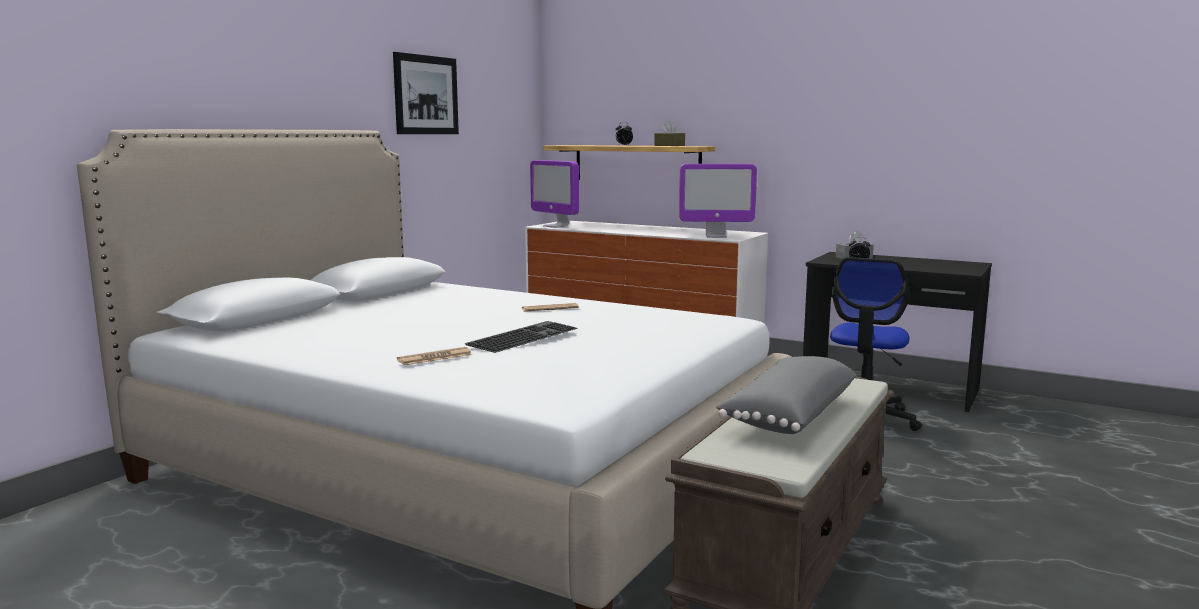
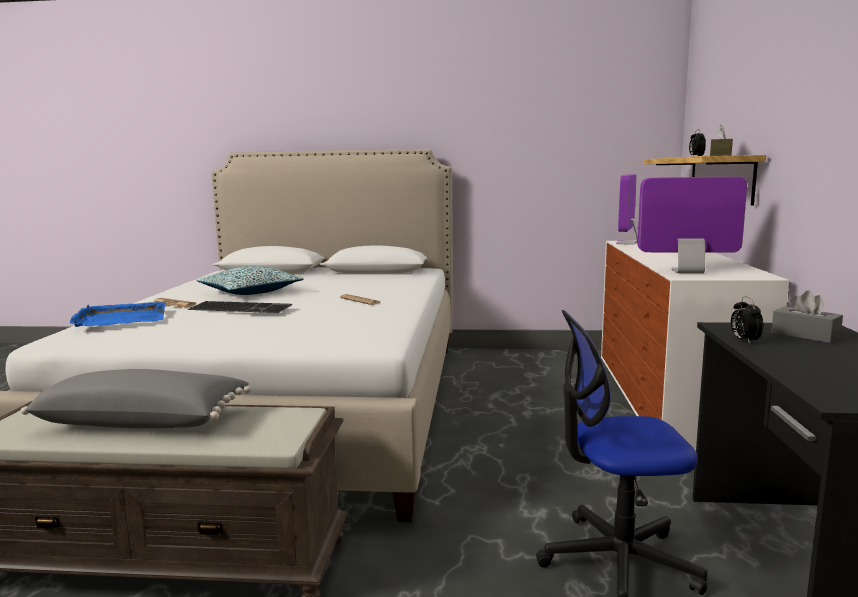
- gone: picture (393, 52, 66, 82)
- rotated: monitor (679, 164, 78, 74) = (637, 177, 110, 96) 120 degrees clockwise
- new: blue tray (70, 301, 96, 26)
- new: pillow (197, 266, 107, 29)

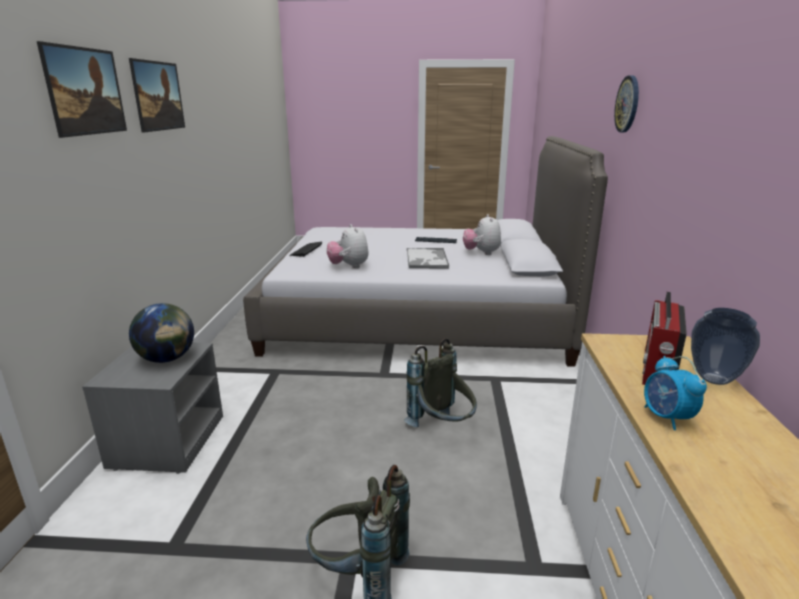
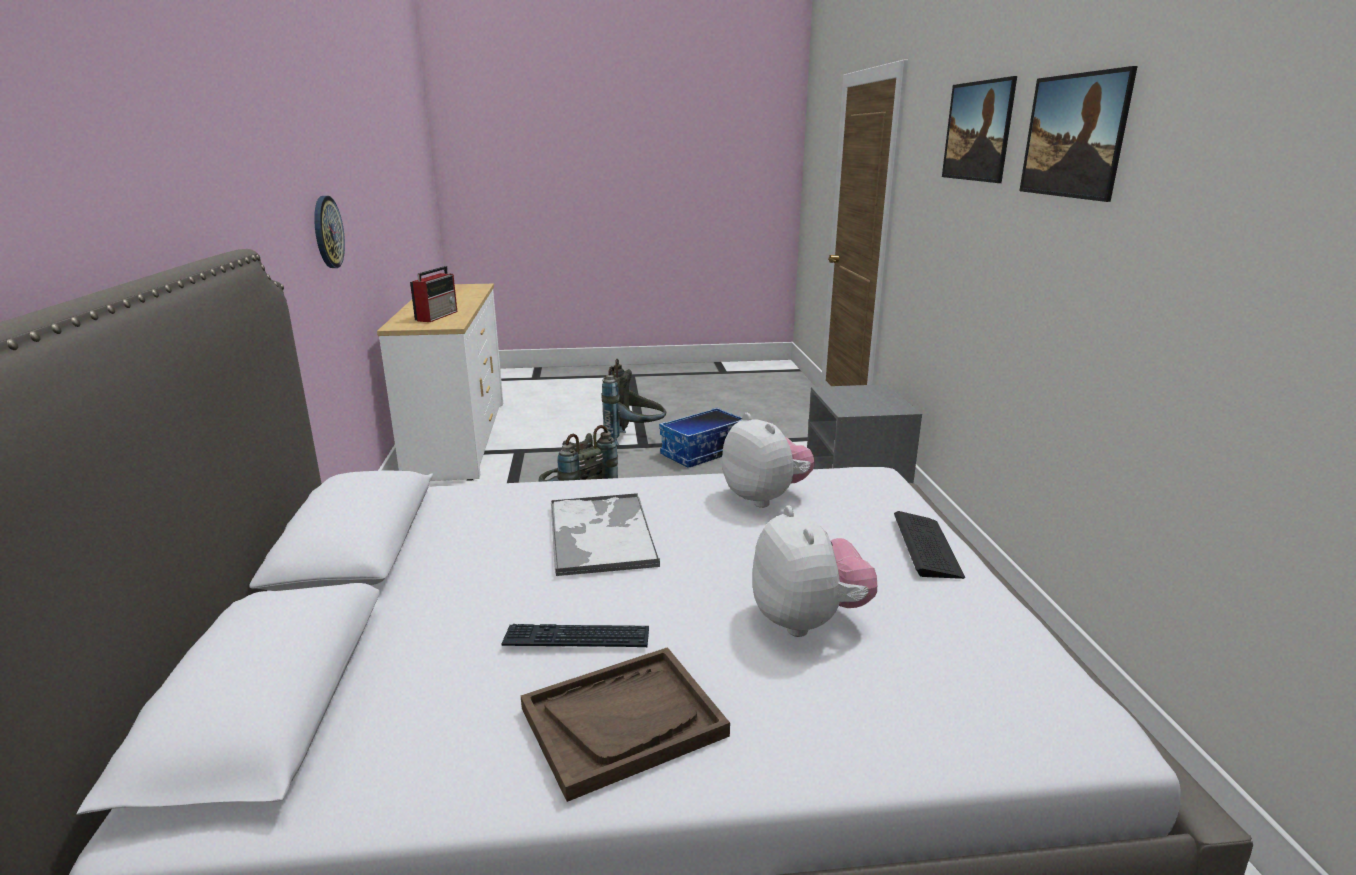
- gone: globe (129, 303, 65, 60)
- shifted: plush toy (463, 214, 38, 41) to (752, 505, 125, 132)
- shifted: wall clock (614, 75, 25, 57) to (314, 196, 31, 72)
- gone: alarm clock (644, 356, 63, 74)
- gone: vase (691, 308, 69, 77)
- new: brown tray (521, 647, 209, 155)
- new: storage box (659, 408, 83, 59)

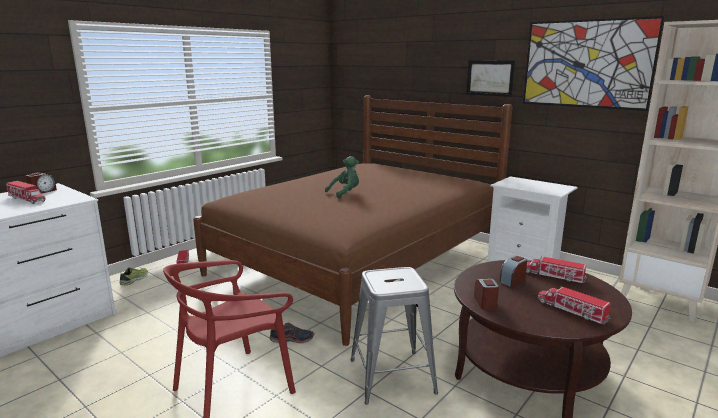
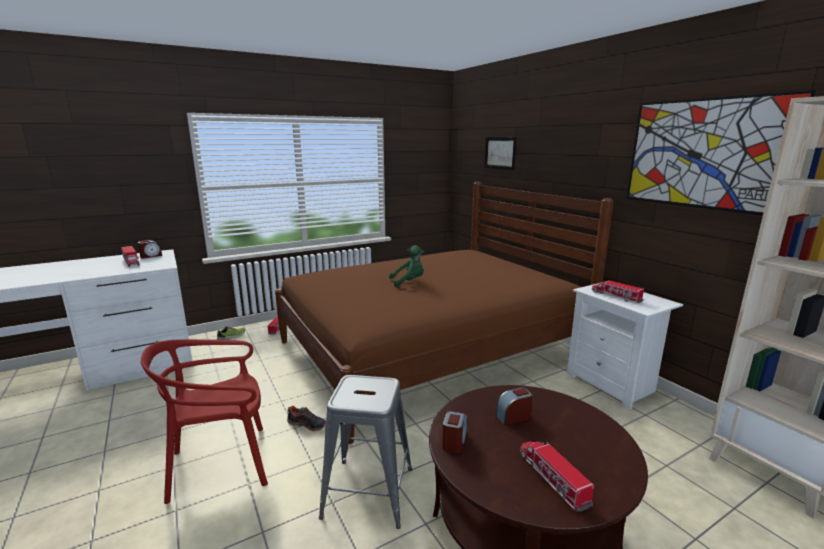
- shifted: picture (466, 60, 49, 37) to (484, 137, 32, 33)
- shifted: toy truck (526, 256, 61, 27) to (592, 280, 52, 23)

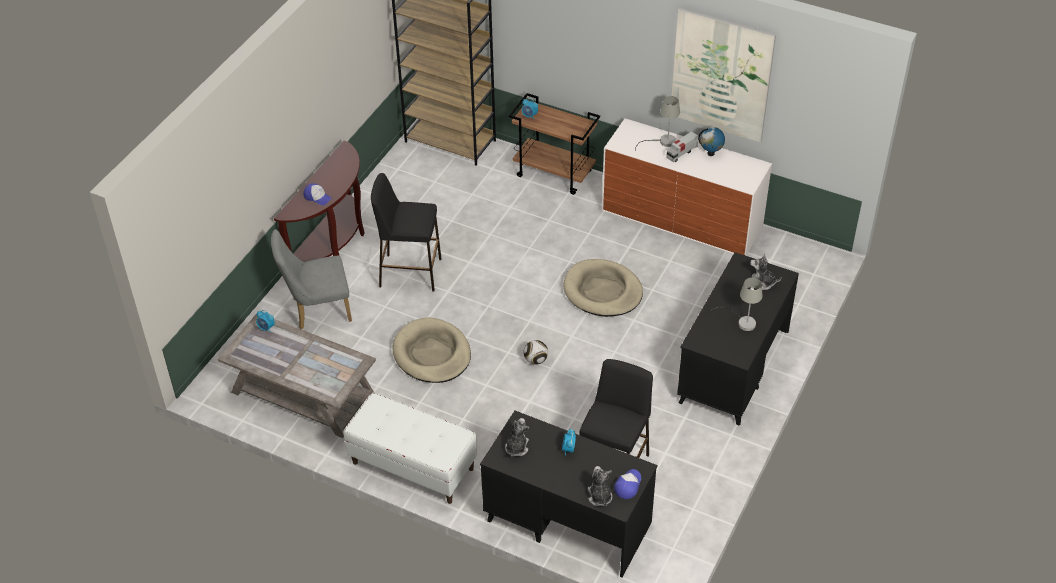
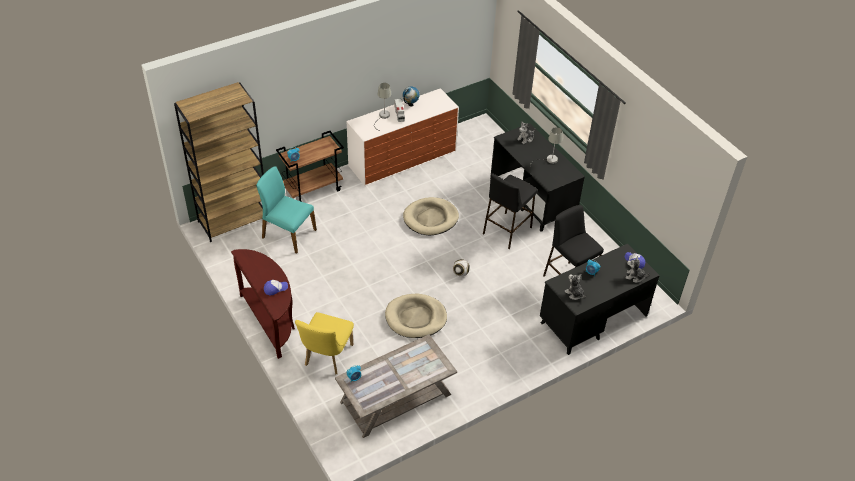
- repainted: grey chair (271, 229, 81, 100) to yellow chair (295, 312, 59, 62)
- gone: white bench (344, 393, 133, 111)
- shifted: black stool (371, 173, 71, 118) to (483, 173, 54, 76)
- gone: picture (671, 8, 105, 135)
- new: turquoise chair (256, 166, 61, 88)

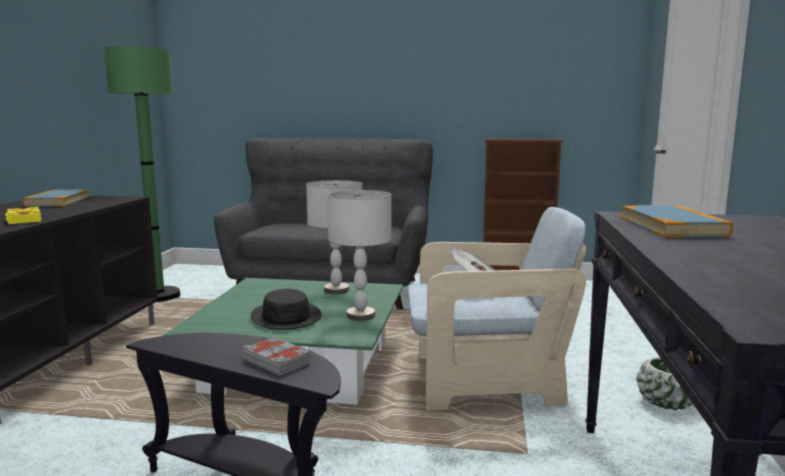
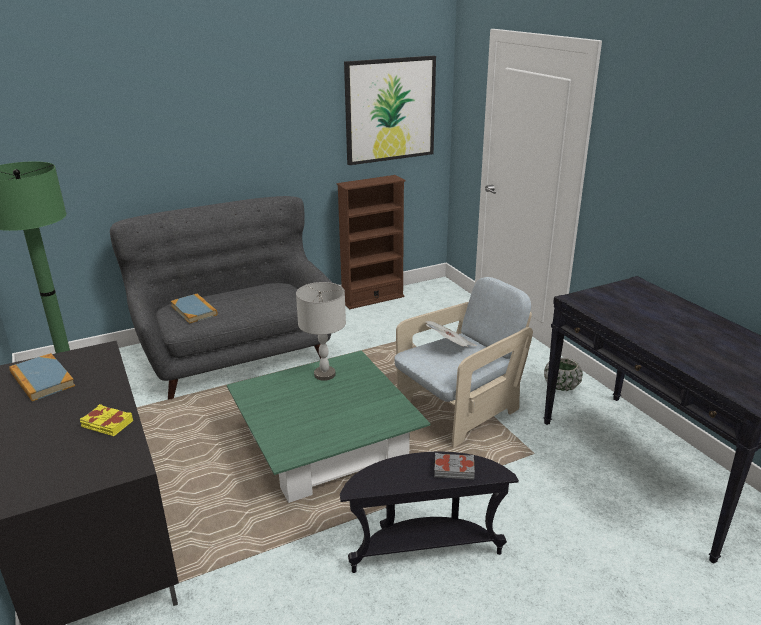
- gone: black hat (251, 289, 71, 41)
- gone: grey table lamp (327, 190, 65, 131)
- shifted: book (621, 205, 112, 32) to (171, 294, 46, 30)
- new: picture (344, 56, 92, 109)

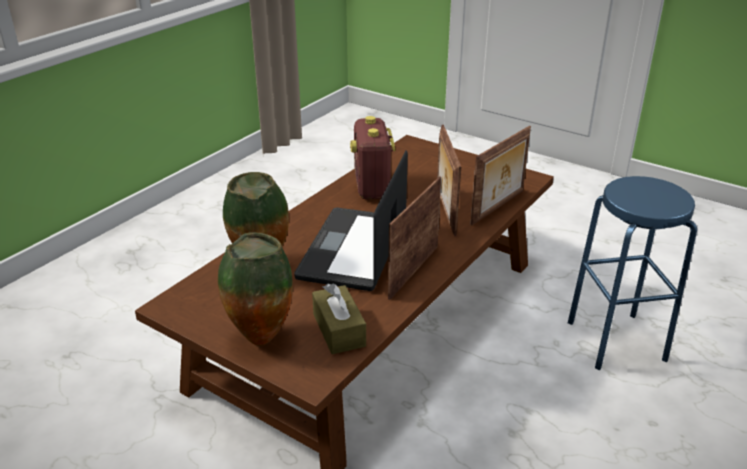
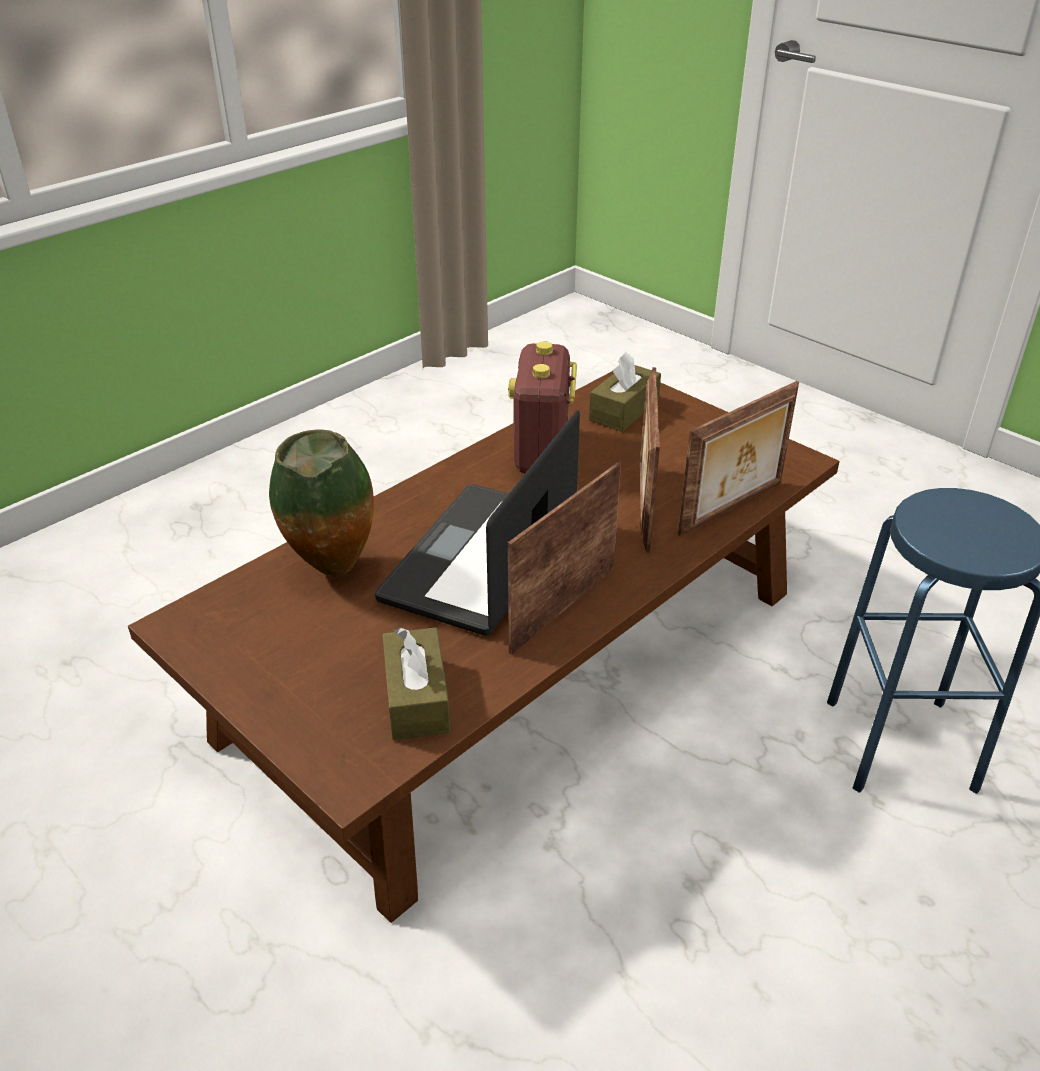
- gone: vase (218, 232, 75, 114)
- new: brown tissue box (589, 353, 72, 79)

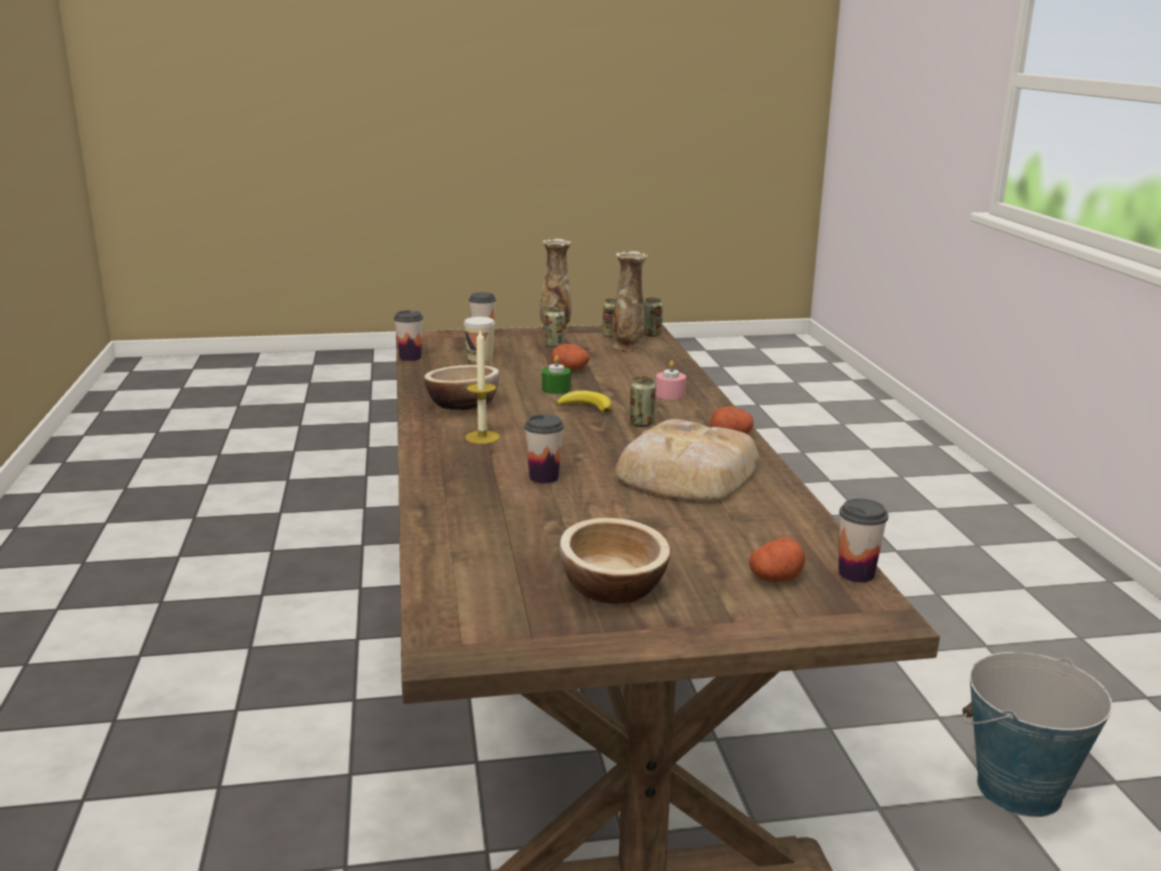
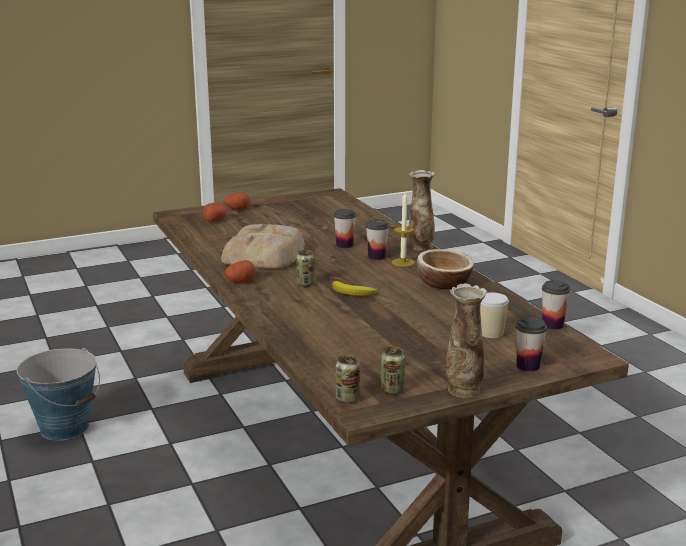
- gone: green candle (542, 355, 29, 39)
- gone: can (545, 307, 20, 41)
- shifted: potato (551, 344, 39, 26) to (224, 193, 27, 17)
- gone: bowl (560, 518, 110, 86)
- shifted: vase (612, 251, 36, 100) to (409, 170, 26, 81)
- gone: pink candle (656, 360, 30, 40)
- shifted: cup (839, 498, 49, 85) to (366, 219, 23, 41)

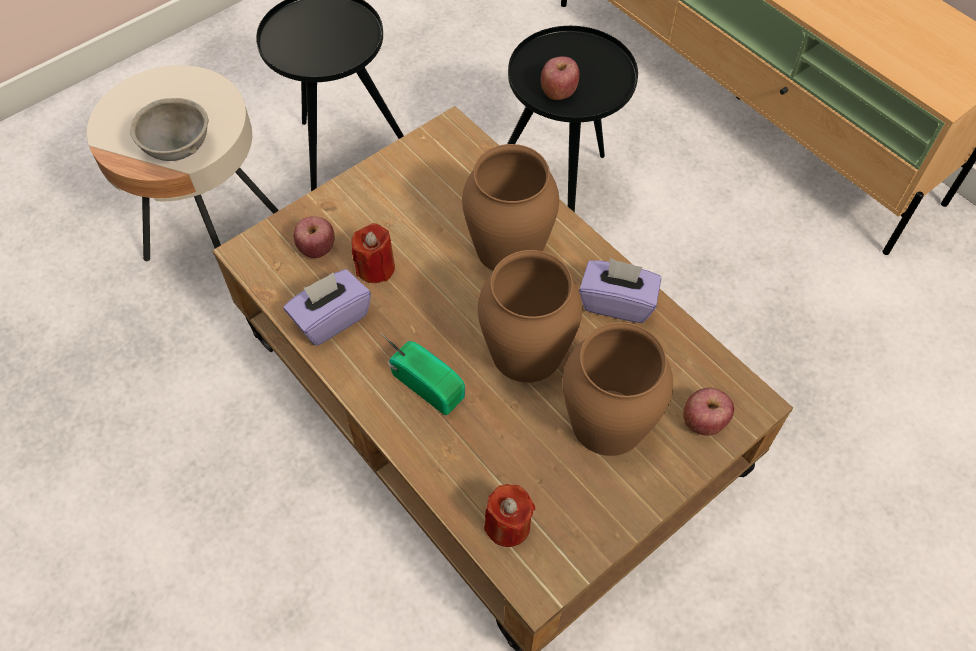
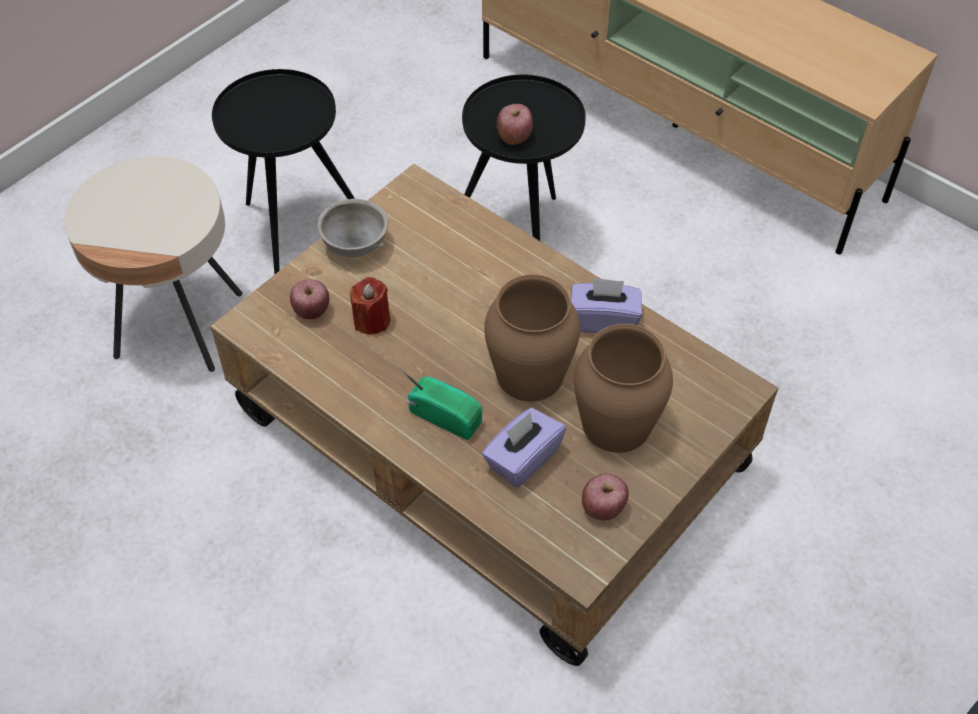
- shifted: grey bowl (130, 98, 78, 63) to (318, 199, 70, 58)
- shifted: purple tissue box (284, 269, 87, 77) to (482, 408, 84, 79)
- gone: brown vase (462, 144, 97, 127)
- gone: red candle (484, 484, 51, 63)
- shifted: apple (683, 388, 51, 48) to (582, 474, 47, 46)

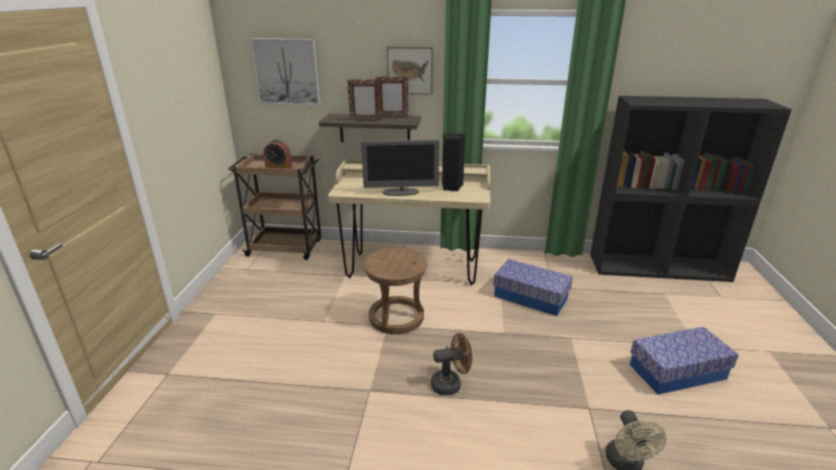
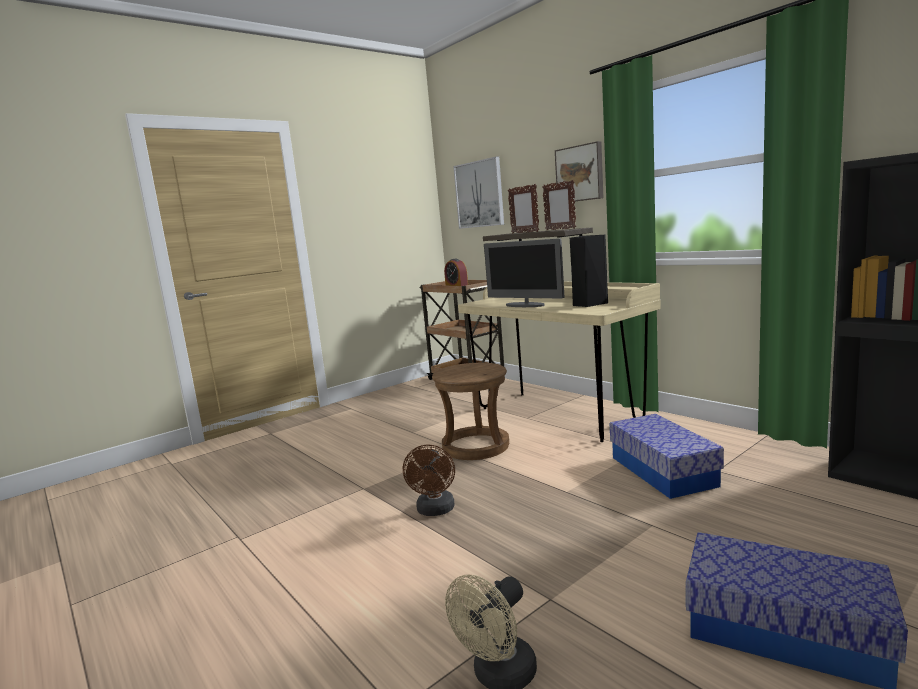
- rotated: brown fan (431, 333, 41, 62) = (403, 445, 52, 71) 60 degrees clockwise

